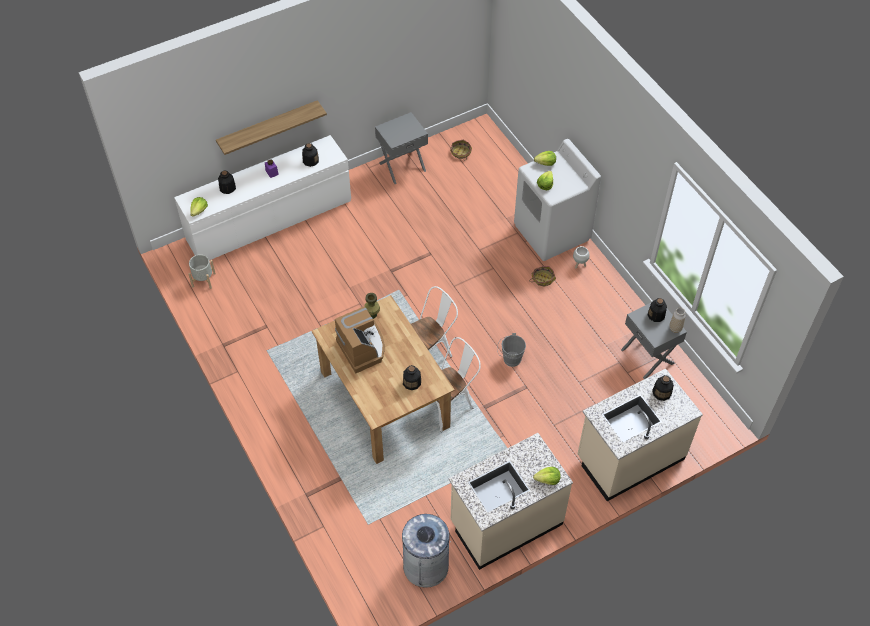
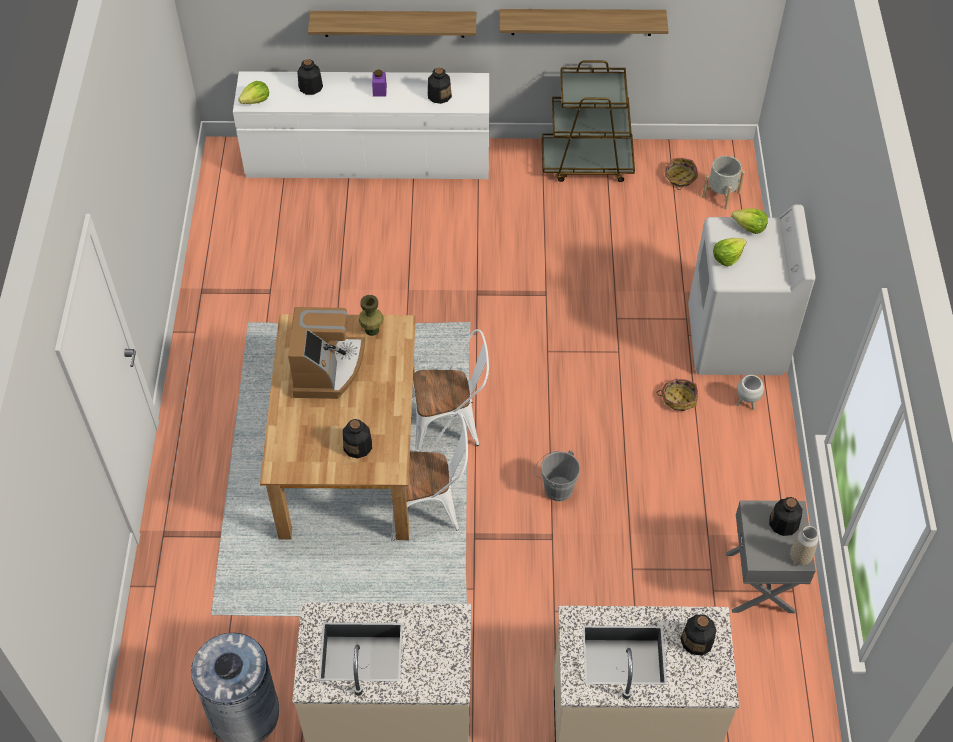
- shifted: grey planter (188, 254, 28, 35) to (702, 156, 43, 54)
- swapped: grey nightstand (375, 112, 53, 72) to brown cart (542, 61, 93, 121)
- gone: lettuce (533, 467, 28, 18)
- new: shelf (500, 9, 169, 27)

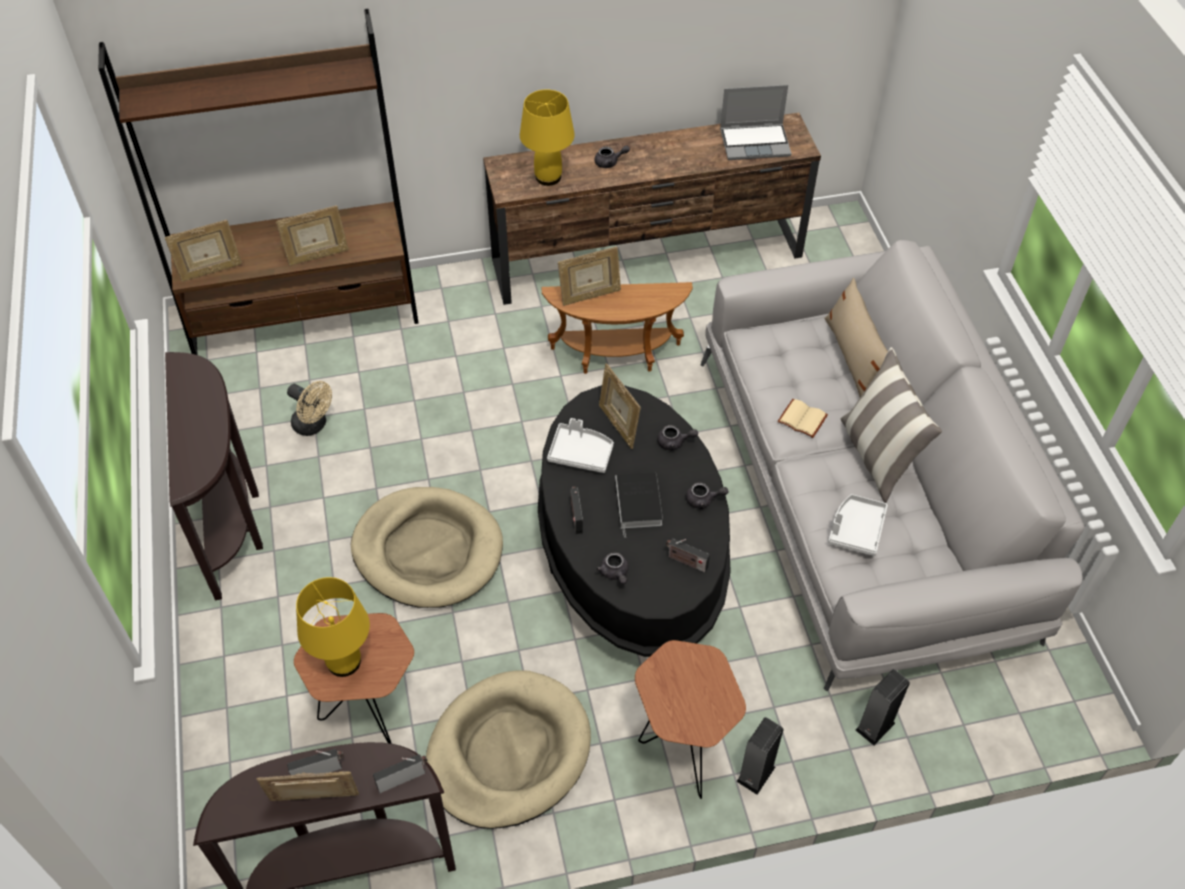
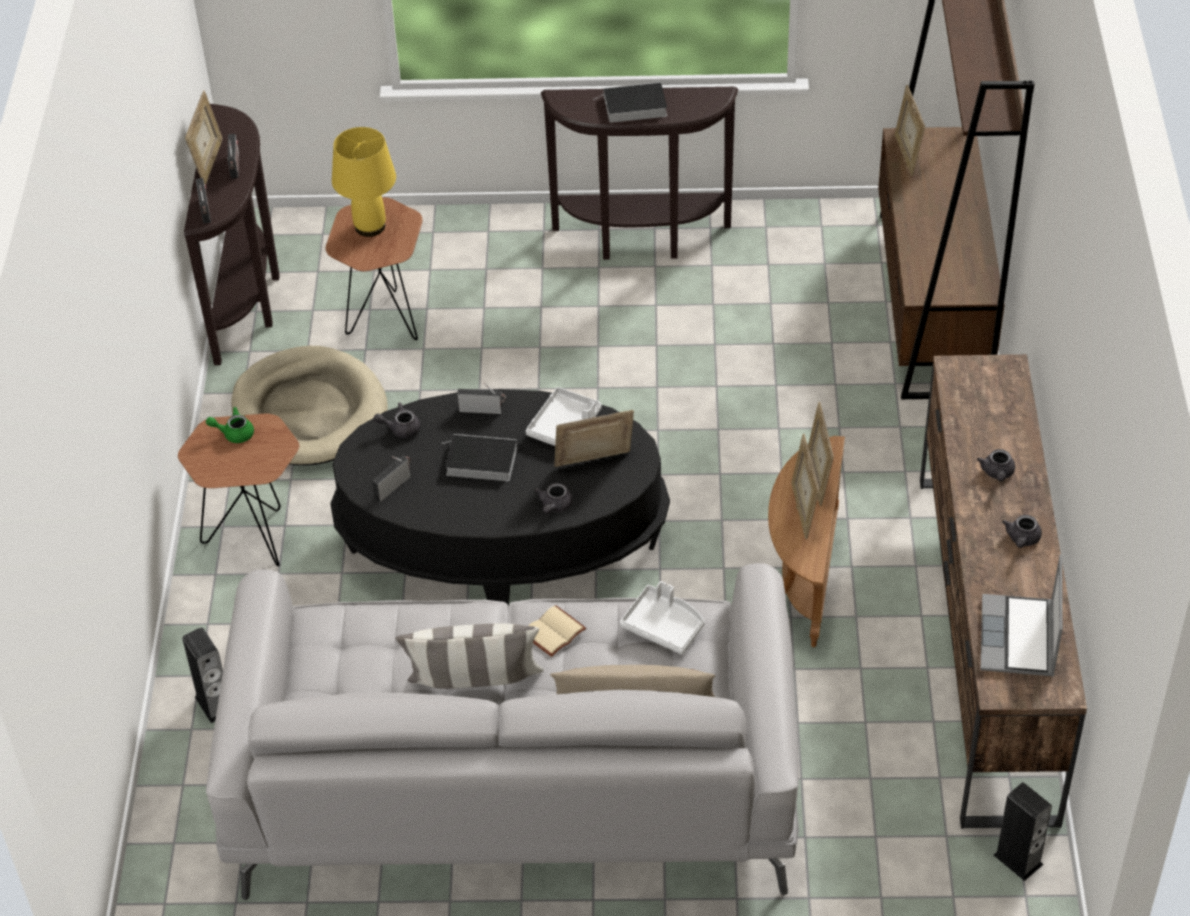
- shifted: picture frame (276, 205, 73, 61) to (791, 434, 28, 105)
- gone: beige fan (287, 381, 45, 55)
- gone: beige dog bed (351, 487, 152, 121)
- gone: yellow table lamp (520, 90, 55, 96)
- shifted: grey teapot (686, 483, 43, 26) to (1002, 515, 40, 33)
- shifted: speaker (736, 717, 48, 78) to (993, 782, 59, 99)
- shifted: white tray (828, 494, 60, 62) to (620, 581, 85, 73)
- new: green teapot (206, 407, 48, 36)
- new: book (594, 82, 73, 41)

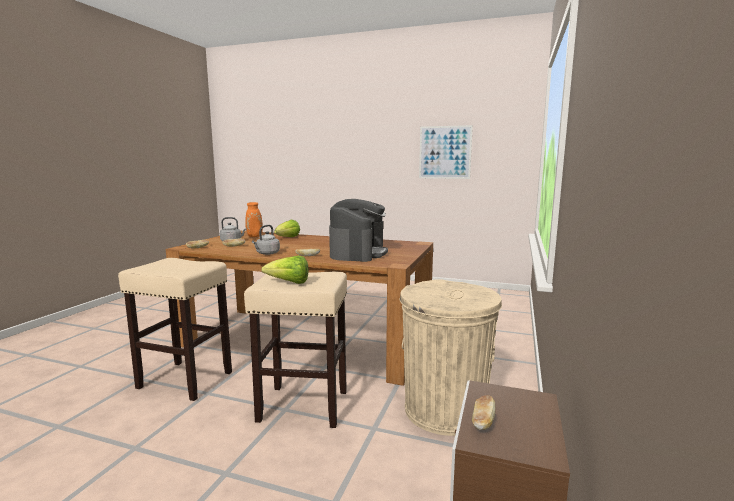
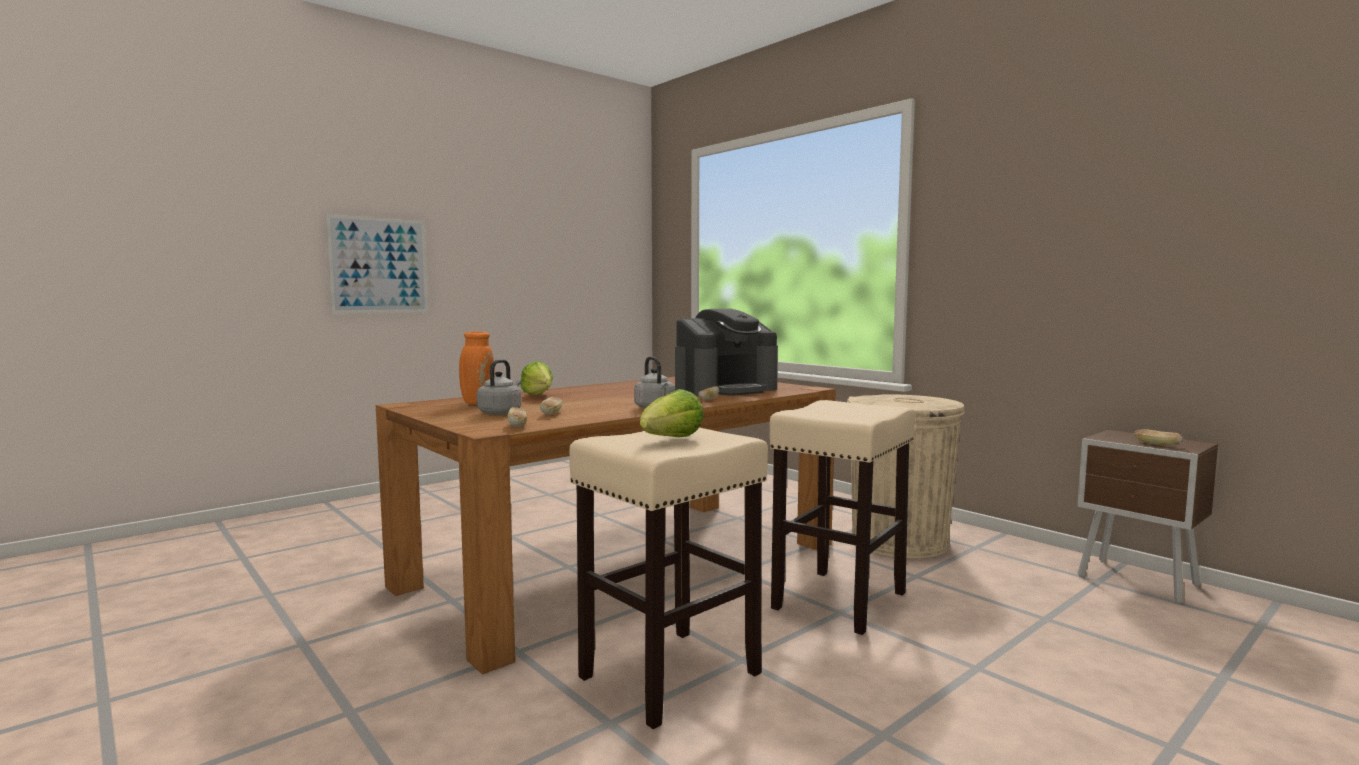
- shifted: lettuce (261, 255, 47, 29) to (640, 389, 64, 48)
- rotated: coffee machine (329, 199, 59, 63) = (675, 309, 103, 87) 105 degrees clockwise
- shifted: picture (419, 125, 54, 54) to (326, 214, 102, 100)

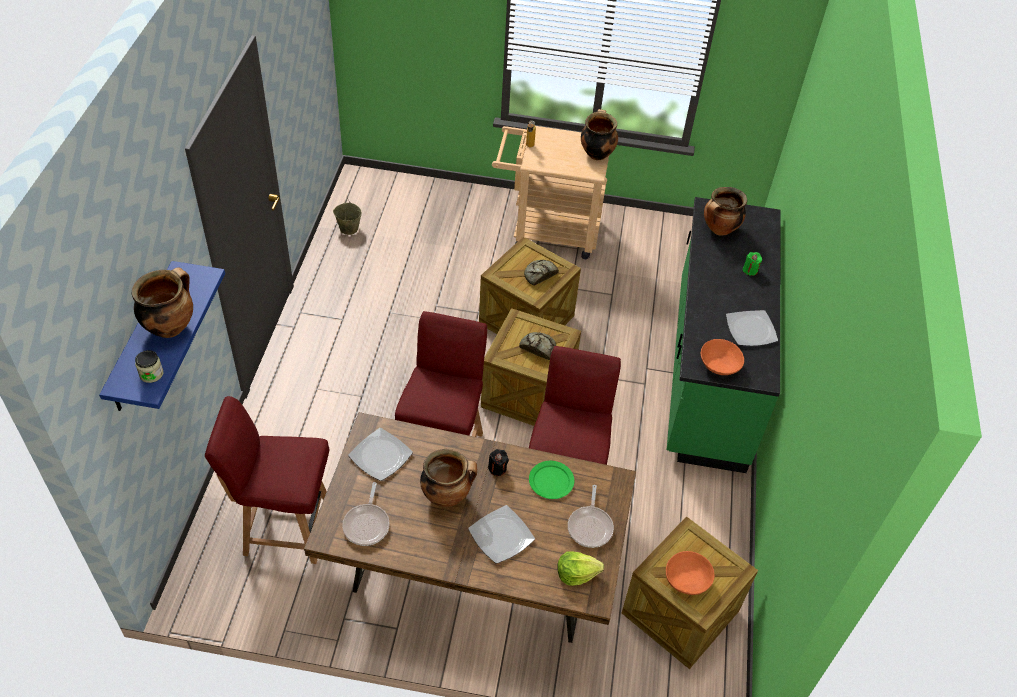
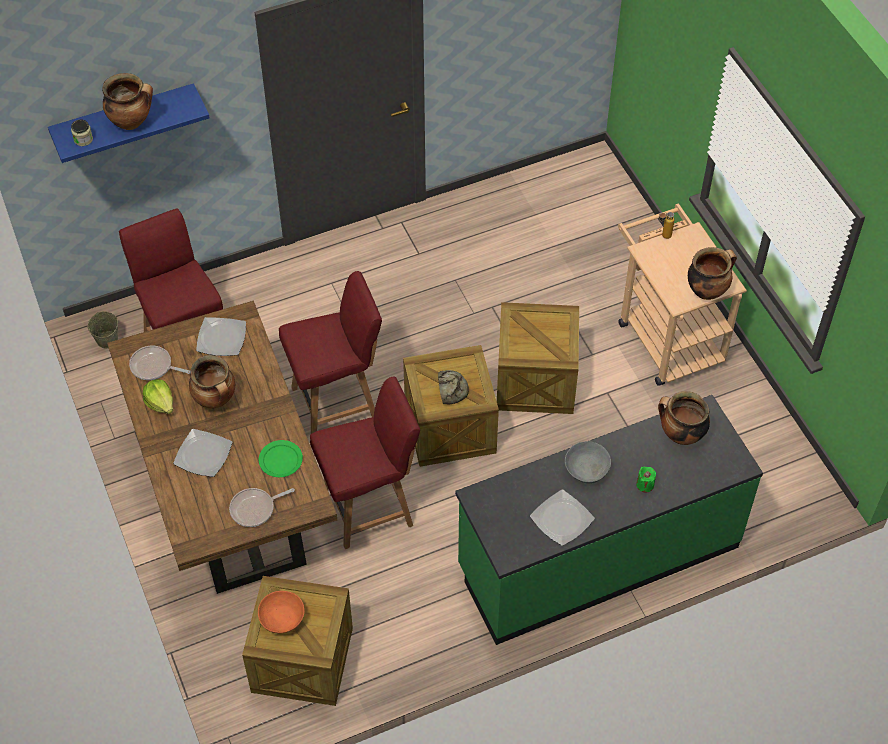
- shifted: beige bucket (333, 198, 29, 37) to (87, 311, 31, 37)
- rotated: frying pan (342, 482, 48, 64) = (129, 346, 61, 34) 45 degrees clockwise
- gone: black candle (488, 449, 21, 27)
- gone: bread (524, 260, 35, 26)
- shifted: lettuce (557, 551, 47, 35) to (143, 379, 30, 35)
- gone: orange bowl (701, 339, 43, 36)
- new: grey bowl (565, 441, 46, 43)

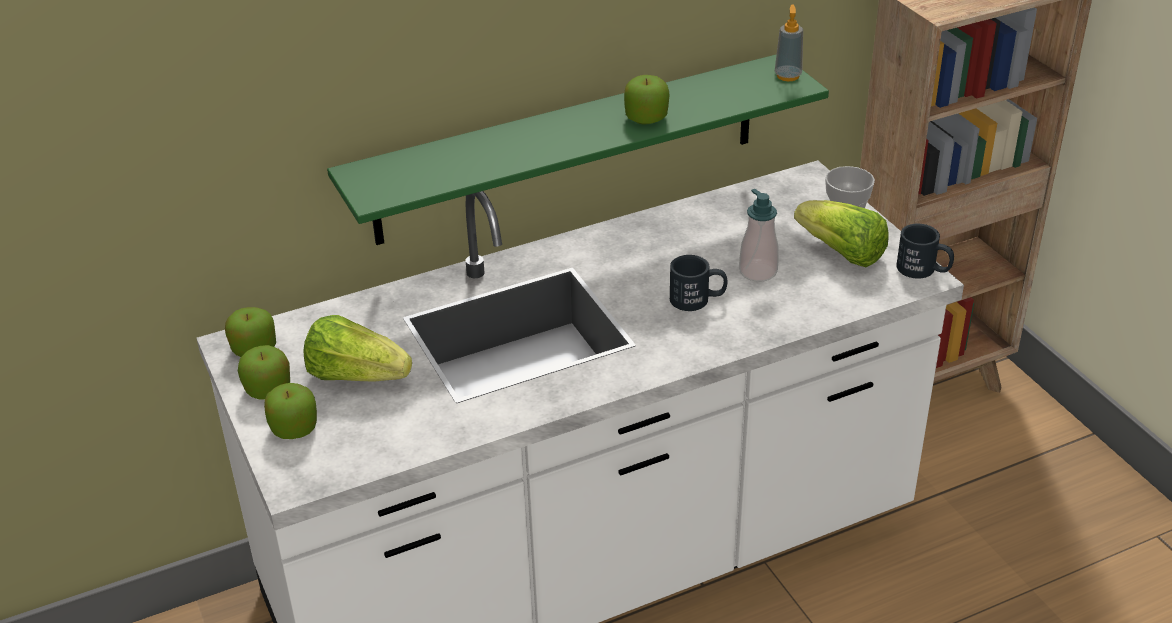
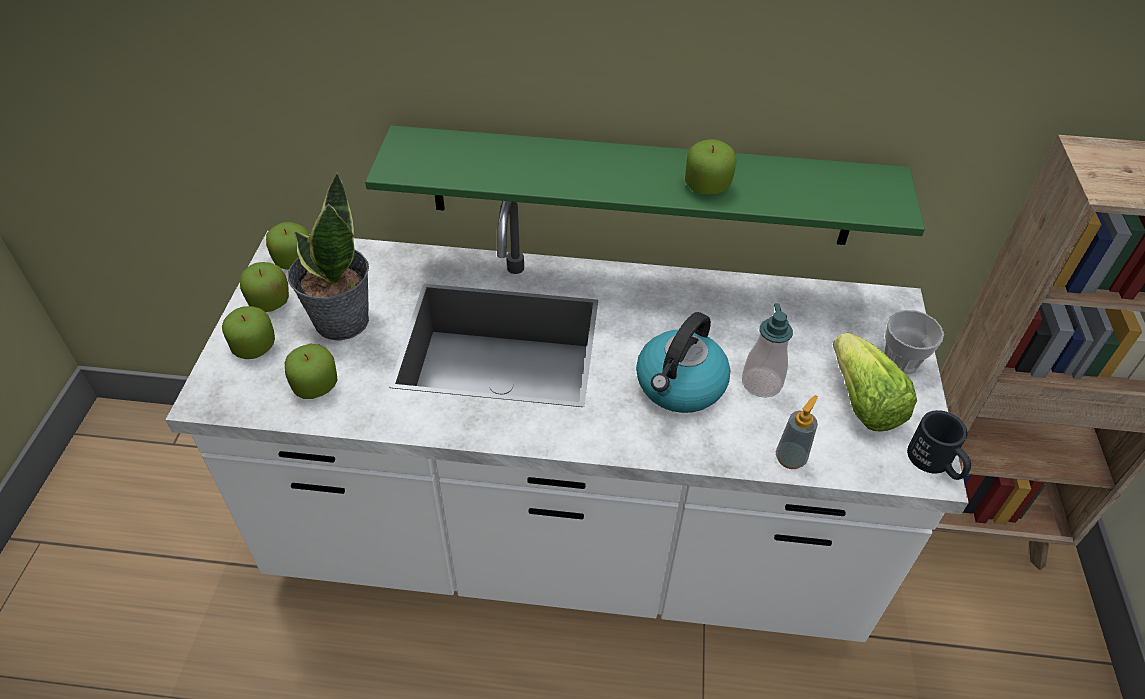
- swapped: lettuce (303, 315, 109, 66) to potted plant (288, 172, 81, 169)
- swapped: black mug (670, 255, 57, 56) to kettle (636, 312, 94, 101)
- shifted: soap dispenser (775, 5, 28, 76) to (776, 395, 42, 74)
- new: apple (285, 344, 53, 55)

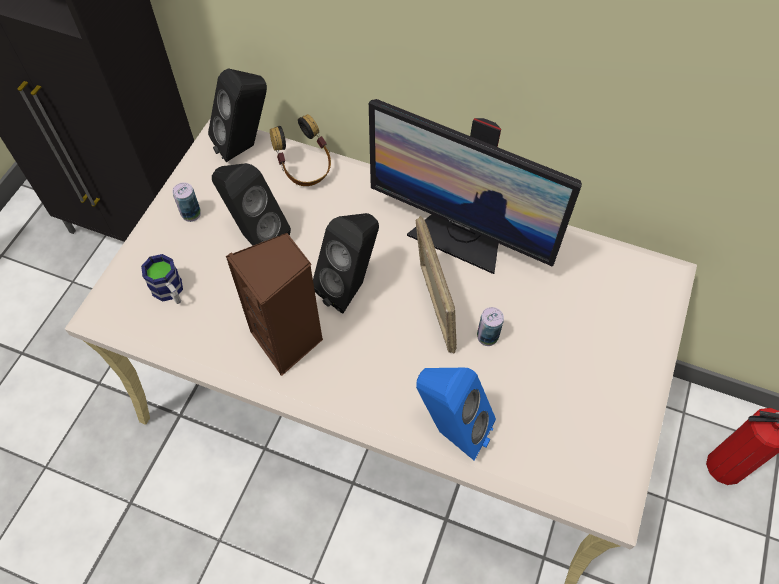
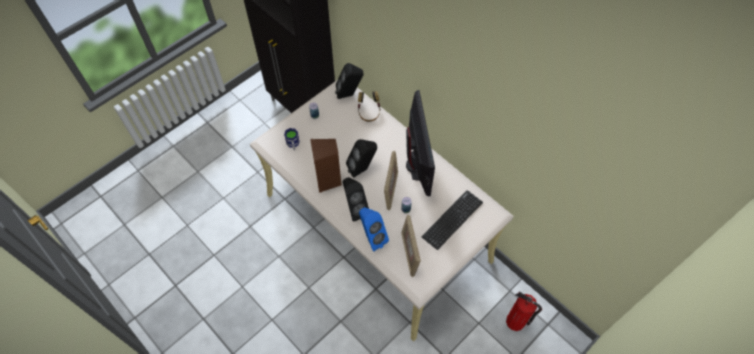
- shifted: black speaker (212, 163, 79, 83) to (343, 177, 26, 45)
- rotated: monitor (369, 99, 213, 175) = (406, 90, 29, 106) 150 degrees counterclockwise
- new: picture frame (401, 215, 20, 62)
- new: keyboard (422, 190, 61, 60)

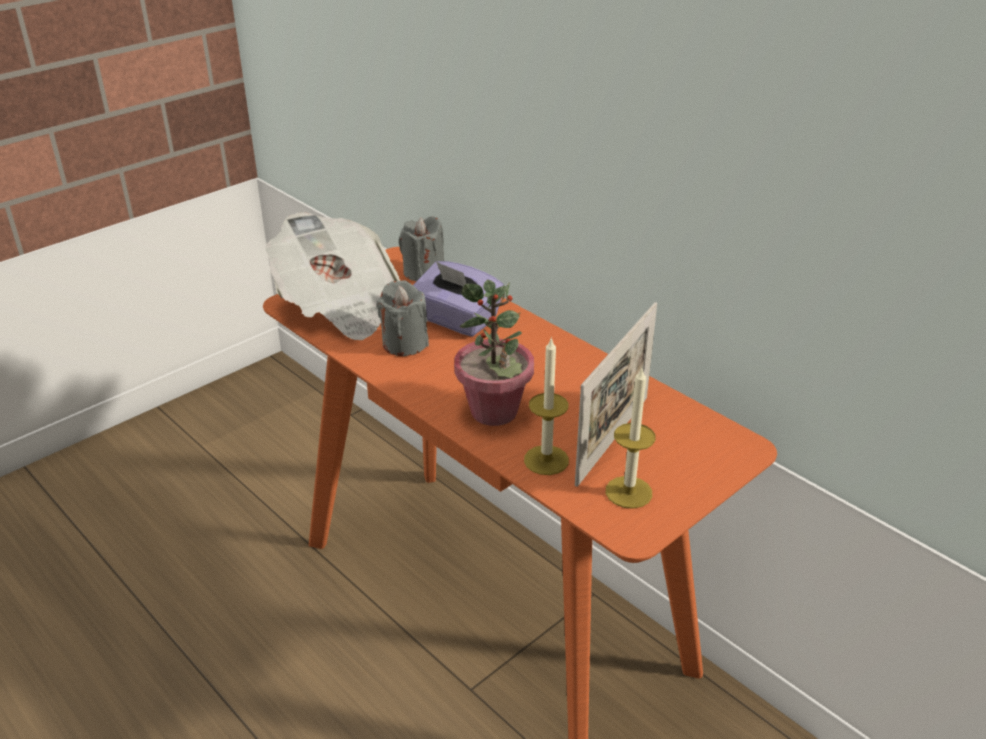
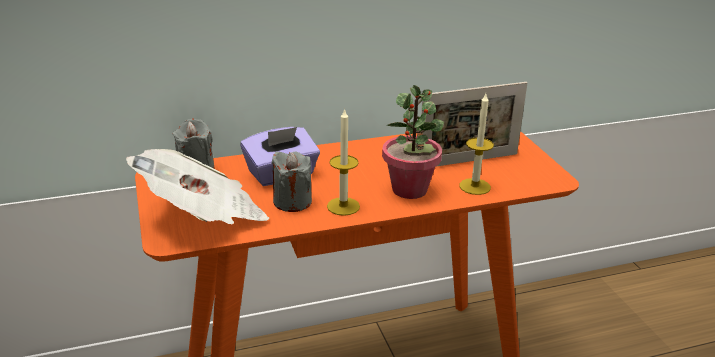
- rotated: picture frame (575, 302, 82, 185) = (420, 82, 108, 85) 105 degrees clockwise
- shifted: candle (606, 368, 50, 141) to (327, 108, 33, 108)

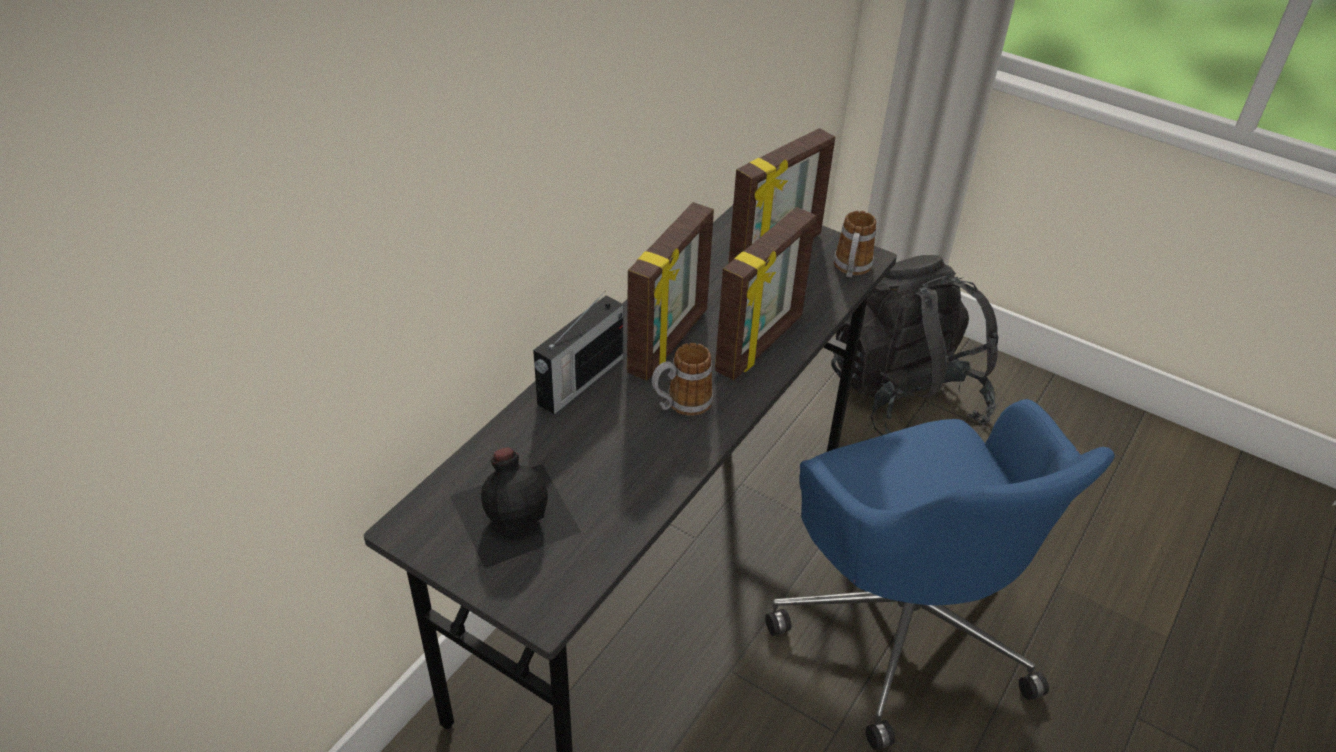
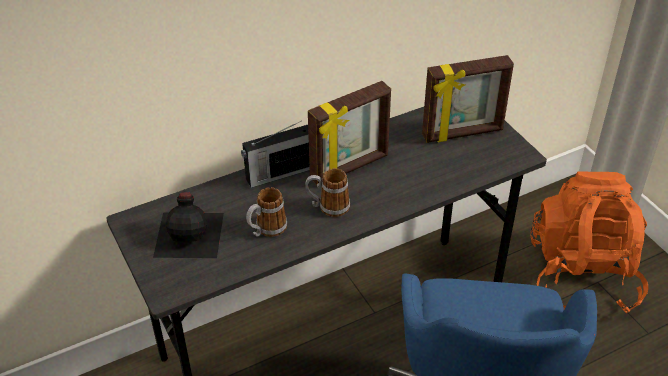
- gone: picture frame (715, 207, 101, 173)
- repainted: black backpack (831, 255, 167, 181) to orange backpack (531, 171, 118, 142)
- shifted: mug (834, 211, 42, 66) to (246, 187, 41, 50)

